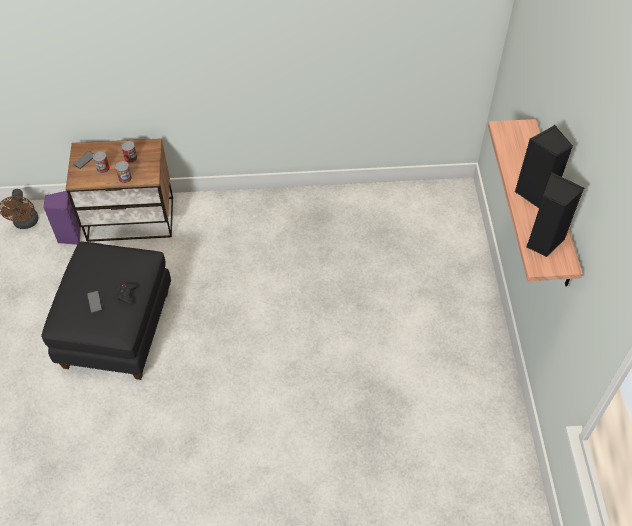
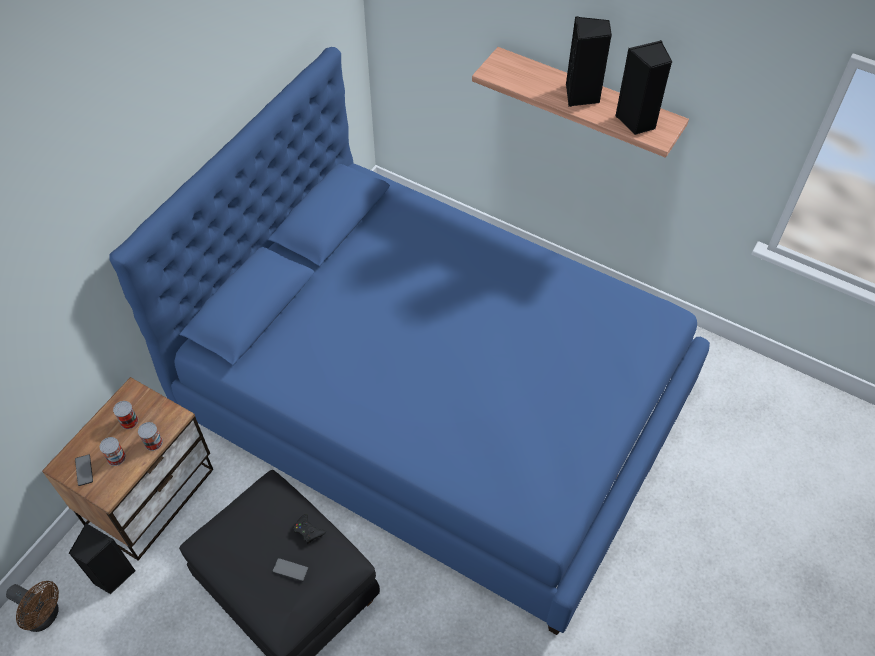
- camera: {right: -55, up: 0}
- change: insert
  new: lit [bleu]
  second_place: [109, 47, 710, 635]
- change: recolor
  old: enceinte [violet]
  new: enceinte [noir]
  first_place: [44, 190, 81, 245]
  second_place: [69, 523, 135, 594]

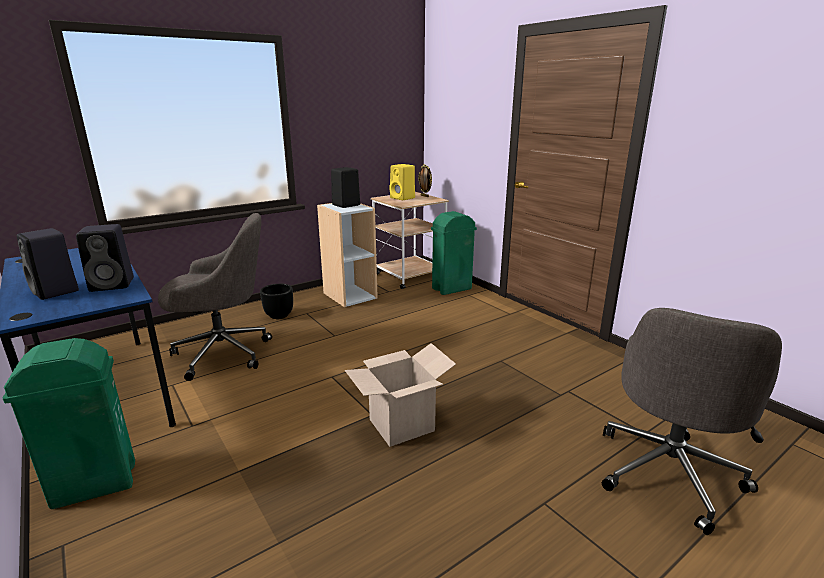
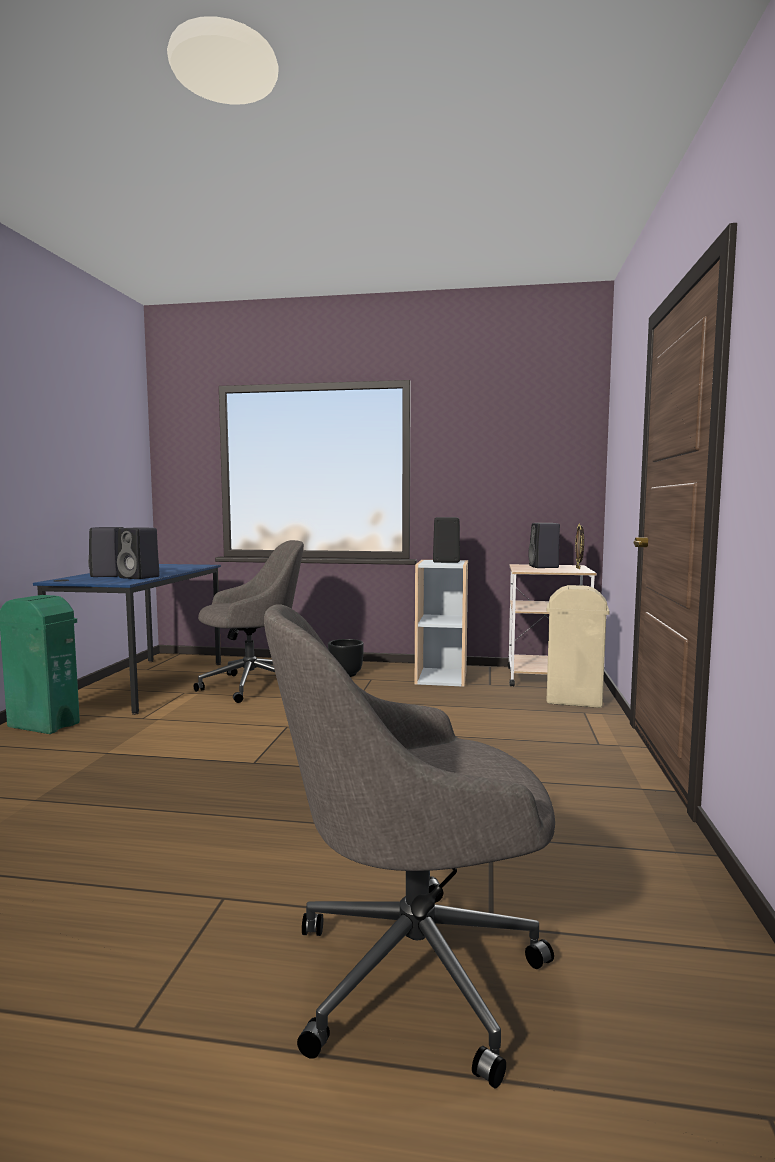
- camera: {right: 45, up: -15}
- change: delete
  old: carton
  first_place: [345, 343, 456, 447]
- change: recolor
  old: enceinte [jaune]
  new: enceinte [noir]
  first_place: [389, 164, 415, 200]
  second_place: [529, 523, 560, 568]
- change: recolor
  old: poubelle [vert]
  new: poubelle [beige]
  first_place: [431, 211, 477, 295]
  second_place: [546, 585, 610, 708]
- change: rotate
  old: chaise de bureau [gris]
  first_place: [158, 213, 272, 381]
  second_place: [194, 540, 304, 703]
  degrees: -60

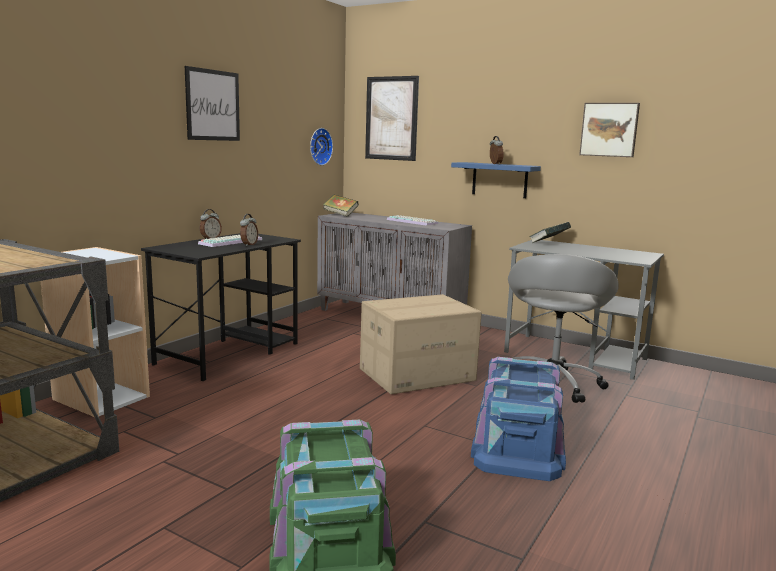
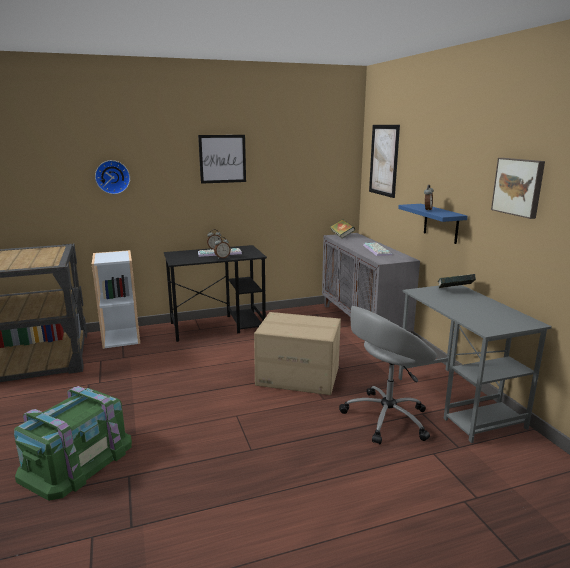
- camera: {right: 40, up: 5}
- change: delete
  old: boîte de rangement [bleu]
  first_place: [471, 357, 566, 481]
- change: move
  old: horloge murale
  first_place: [310, 128, 333, 165]
  second_place: [95, 160, 130, 194]

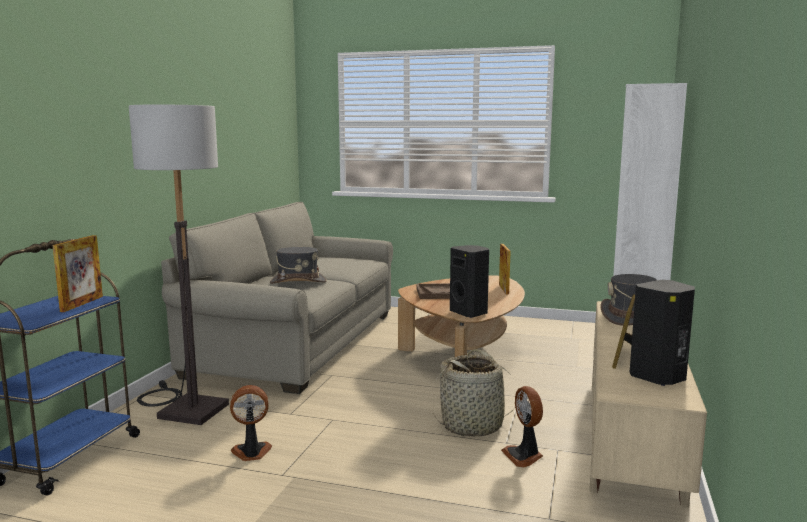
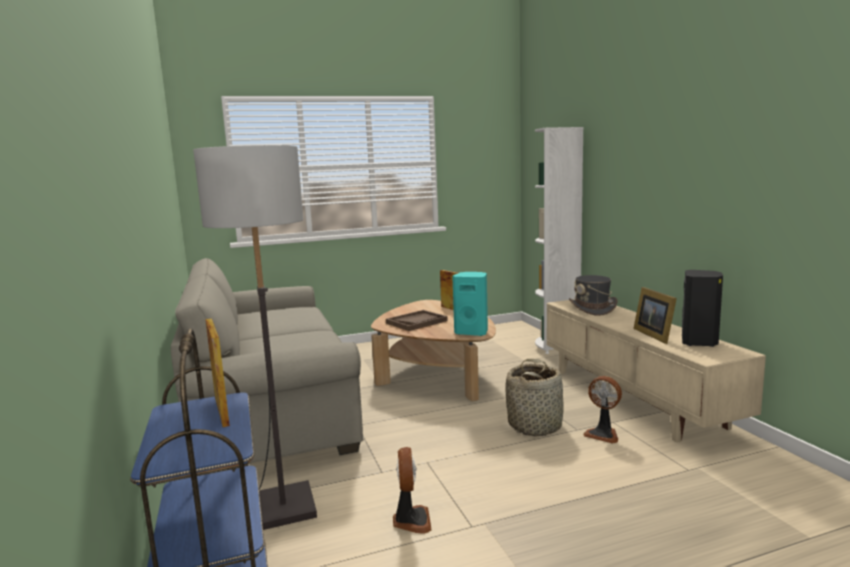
- camera: {right: -35, up: 0}
- change: delete
  old: chapeau [gris]
  first_place: [270, 247, 327, 284]
- change: recolor
  old: enceinte [noir]
  new: enceinte [turquoise]
  first_place: [450, 245, 489, 318]
  second_place: [452, 272, 488, 336]
- change: rotate
  old: ventilateur
  first_place: [230, 385, 272, 461]
  second_place: [393, 447, 432, 534]
  degrees: 135

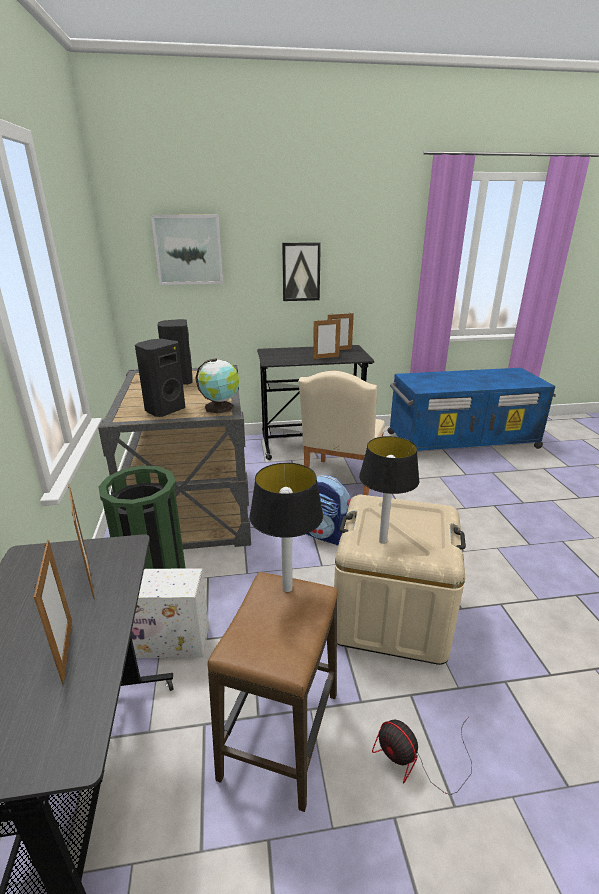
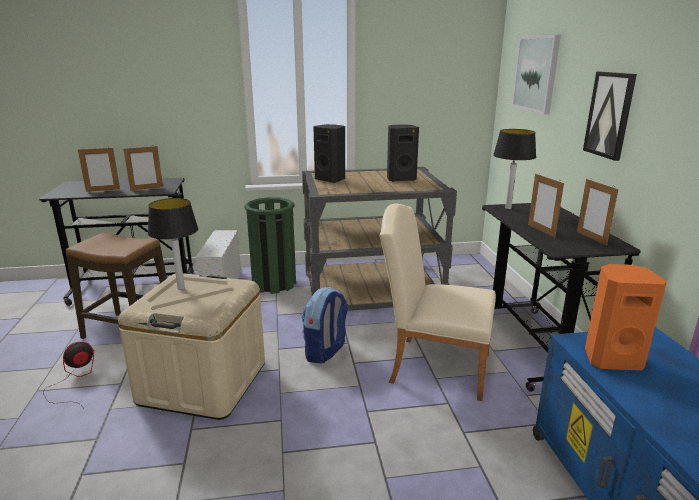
- camera: {right: 90, up: -5}
- change: delete
  old: globe
  first_place: [195, 358, 239, 413]
- change: insert
  new: enceinte [orange]
  second_place: [585, 264, 667, 371]
- change: move
  old: lampe de table
  first_place: [249, 463, 323, 592]
  second_place: [493, 129, 536, 209]

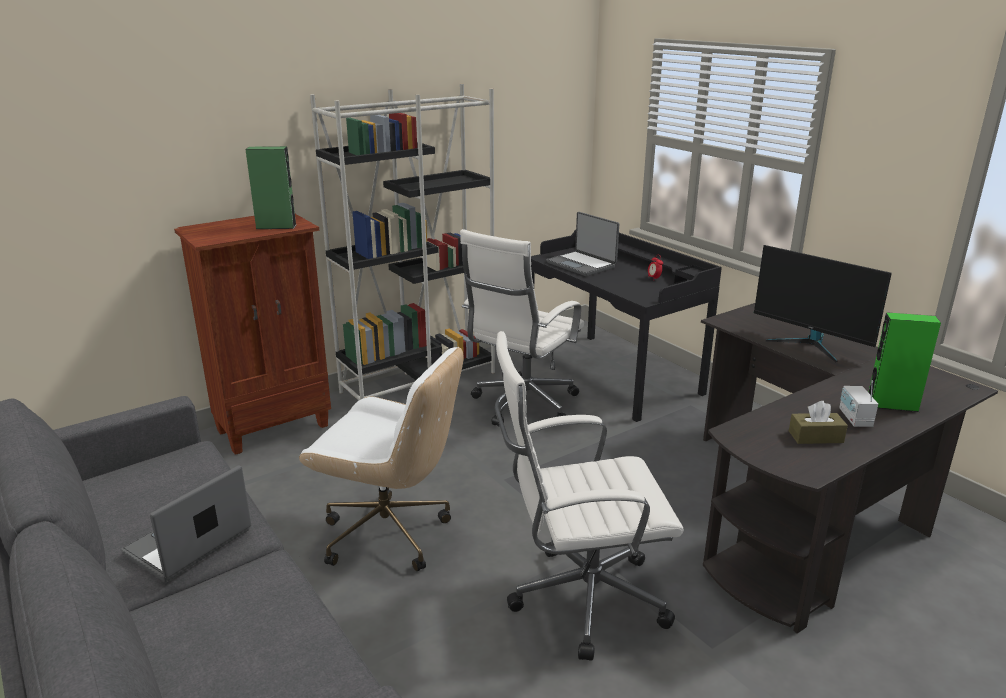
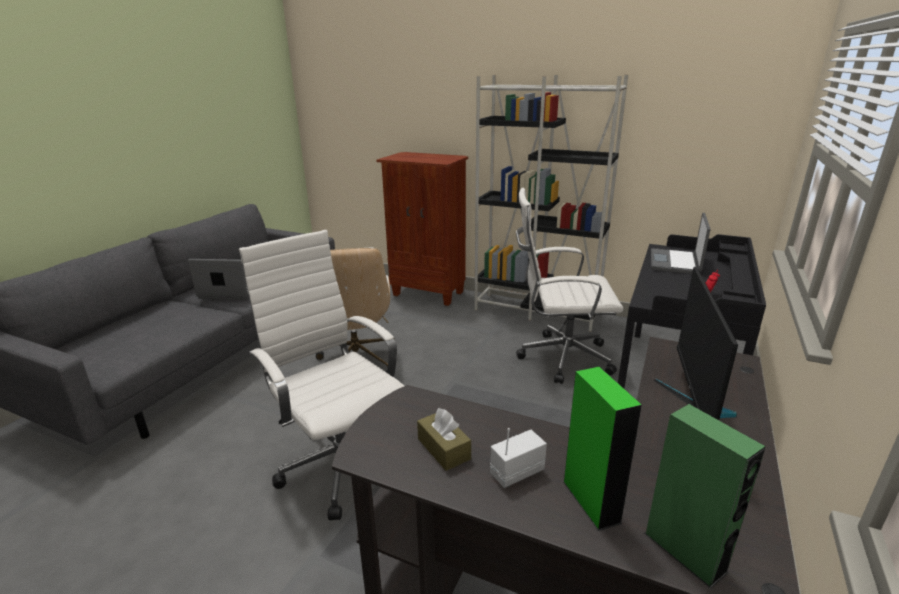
- camera: {right: 60, up: 0}
- change: move
  old: enceinte [vert]
  first_place: [245, 146, 296, 229]
  second_place: [644, 404, 765, 588]

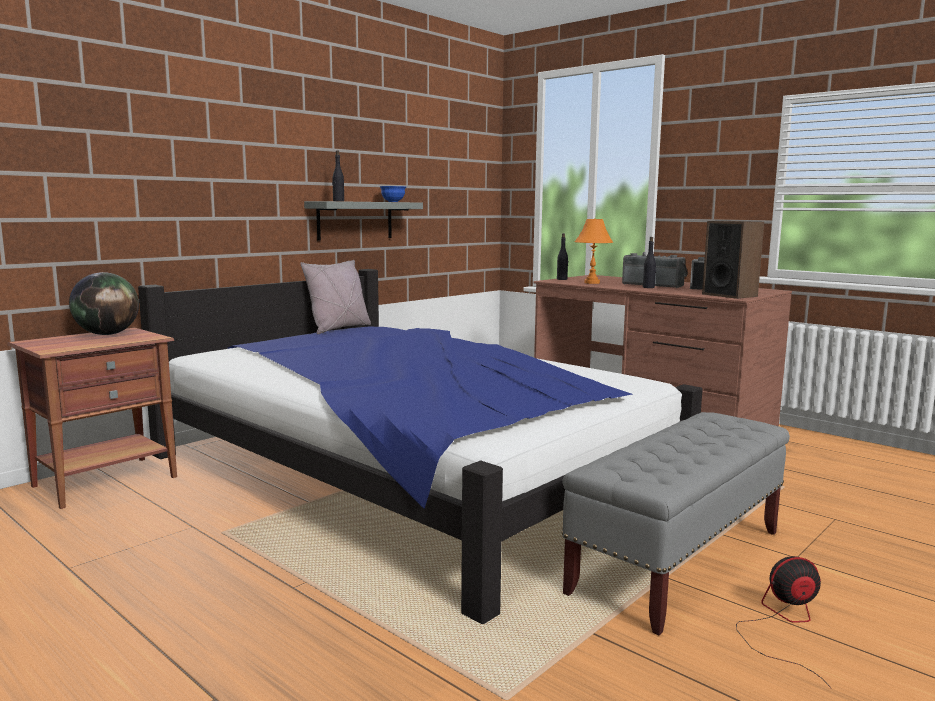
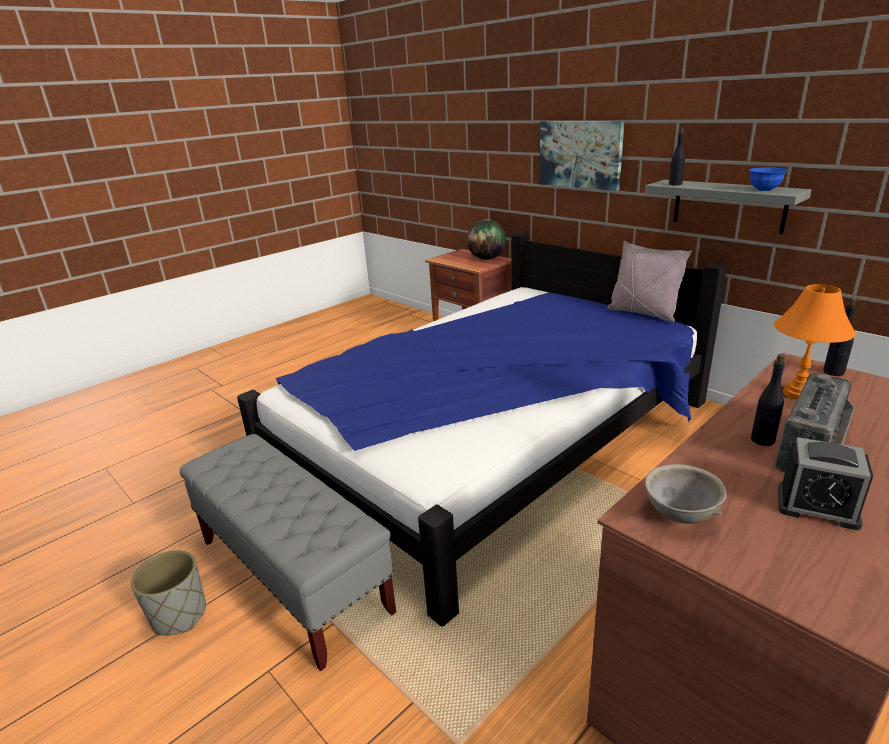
- camera: {right: 95, up: 15}
- change: insert
  new: tableau
  second_place: [539, 121, 624, 191]
- change: replace
  old: enceinte
  new: bol [gris]
  first_place: [702, 221, 764, 299]
  second_place: [645, 464, 726, 524]
- change: replace
  old: ventilateur
  new: cache-pot [gris]
  first_place: [736, 556, 831, 688]
  second_place: [131, 550, 206, 636]

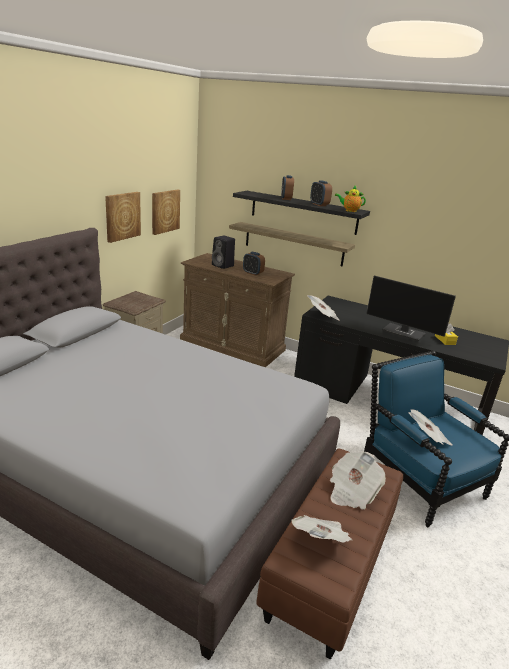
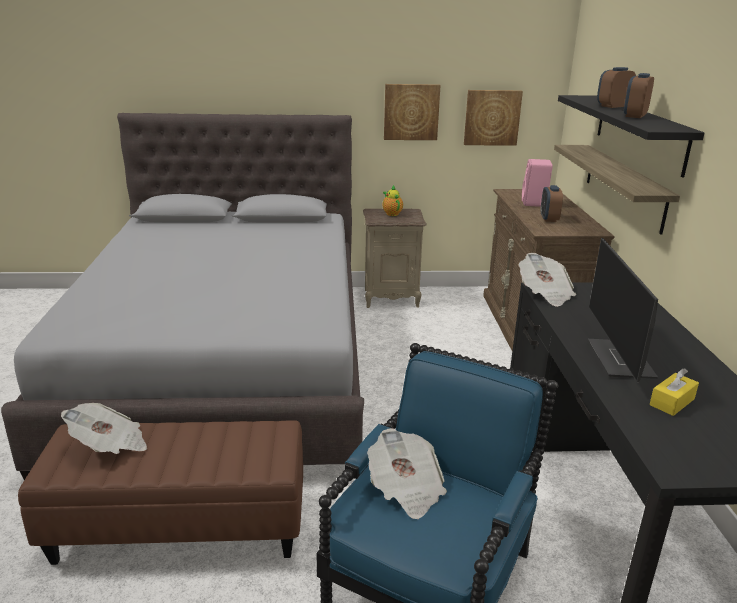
- camera: {right: 60, up: 0}
- change: delete
  old: journal
  first_place: [330, 452, 386, 509]
- change: move
  old: théière
  first_place: [335, 186, 366, 212]
  second_place: [382, 185, 403, 216]
- change: recolor
  old: enceinte [noir]
  new: enceinte [rose]
  first_place: [212, 236, 235, 269]
  second_place: [522, 159, 553, 207]

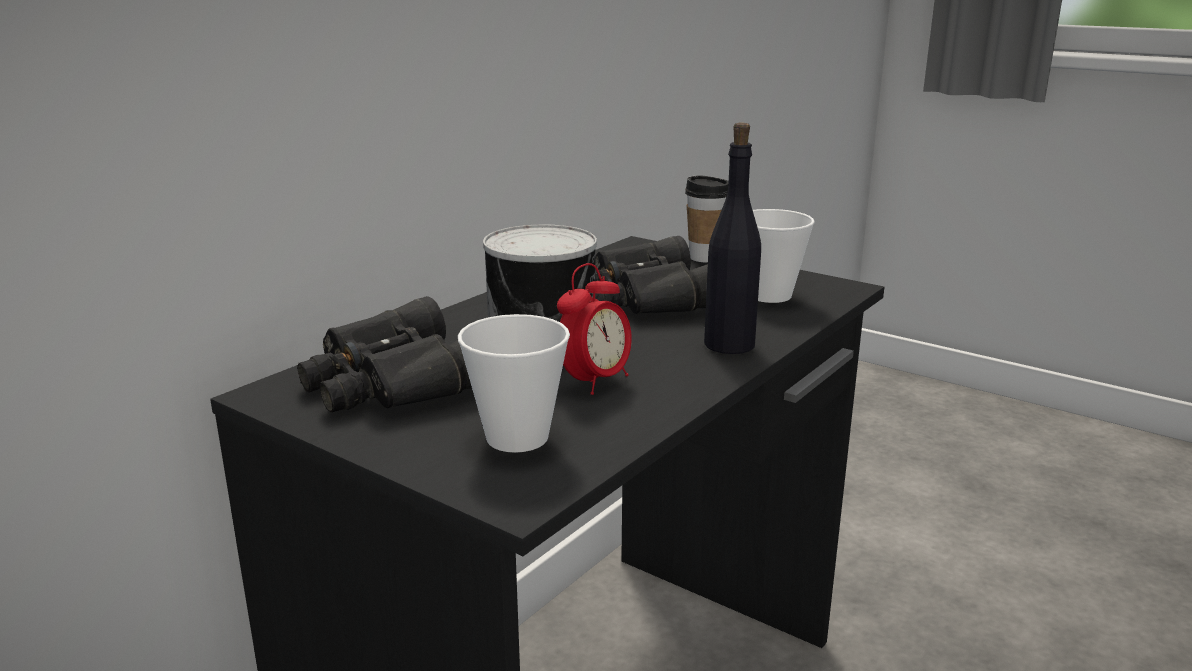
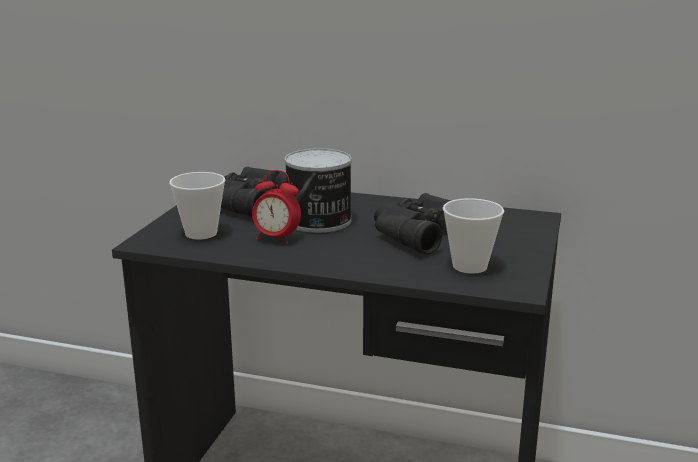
- camera: {right: 70, up: 0}
- change: delete
  old: tasse
  first_place: [685, 175, 729, 263]
- change: delete
  old: bouteille [noir]
  first_place: [704, 122, 761, 354]

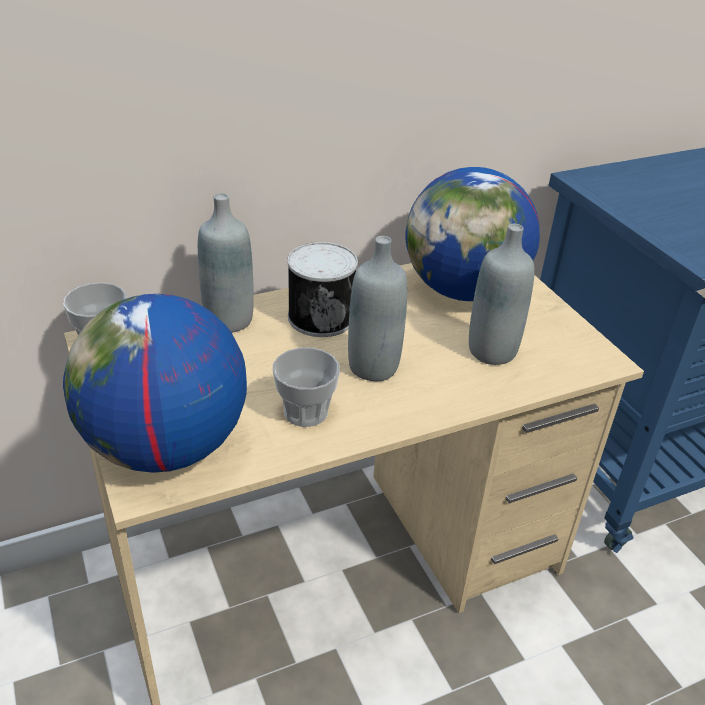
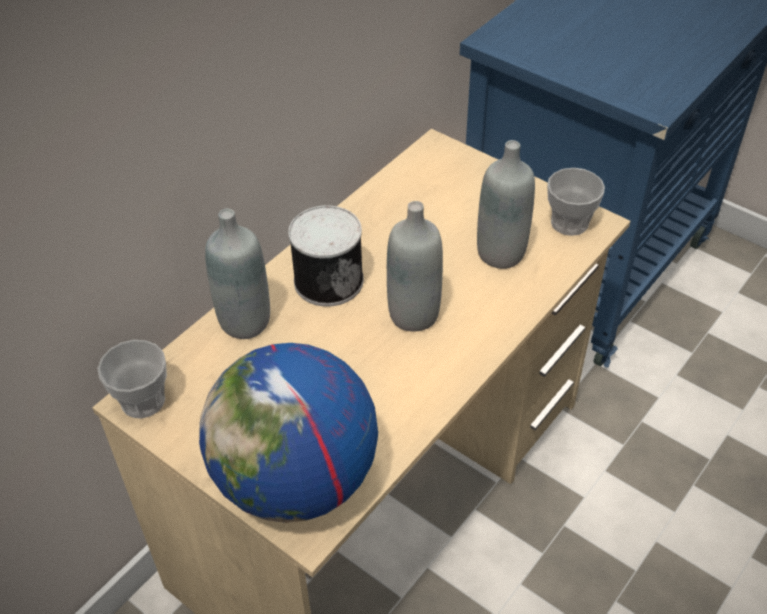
- camera: {right: -25, up: 10}
- change: delete
  old: globe
  first_place: [405, 167, 540, 301]
- change: move
  old: tasse
  first_place: [273, 347, 340, 427]
  second_place: [547, 168, 605, 236]

